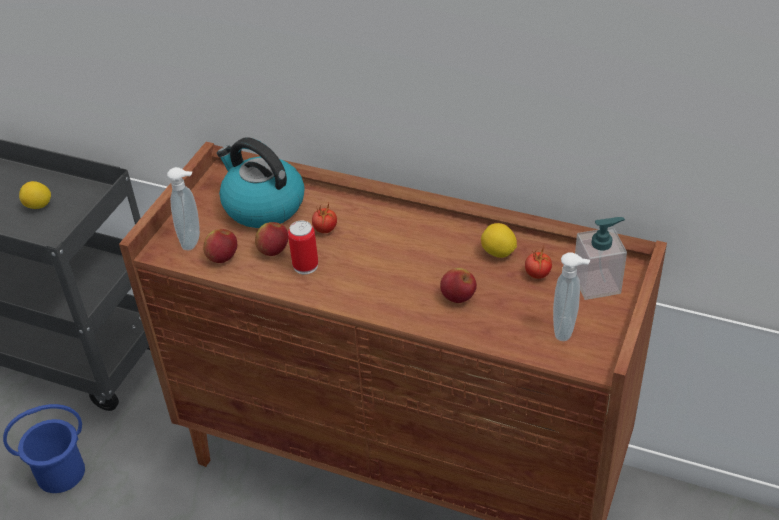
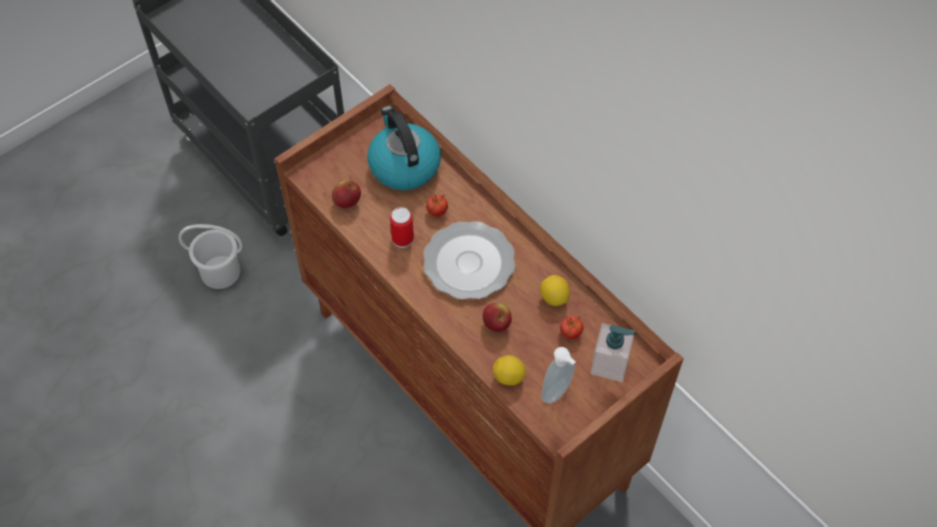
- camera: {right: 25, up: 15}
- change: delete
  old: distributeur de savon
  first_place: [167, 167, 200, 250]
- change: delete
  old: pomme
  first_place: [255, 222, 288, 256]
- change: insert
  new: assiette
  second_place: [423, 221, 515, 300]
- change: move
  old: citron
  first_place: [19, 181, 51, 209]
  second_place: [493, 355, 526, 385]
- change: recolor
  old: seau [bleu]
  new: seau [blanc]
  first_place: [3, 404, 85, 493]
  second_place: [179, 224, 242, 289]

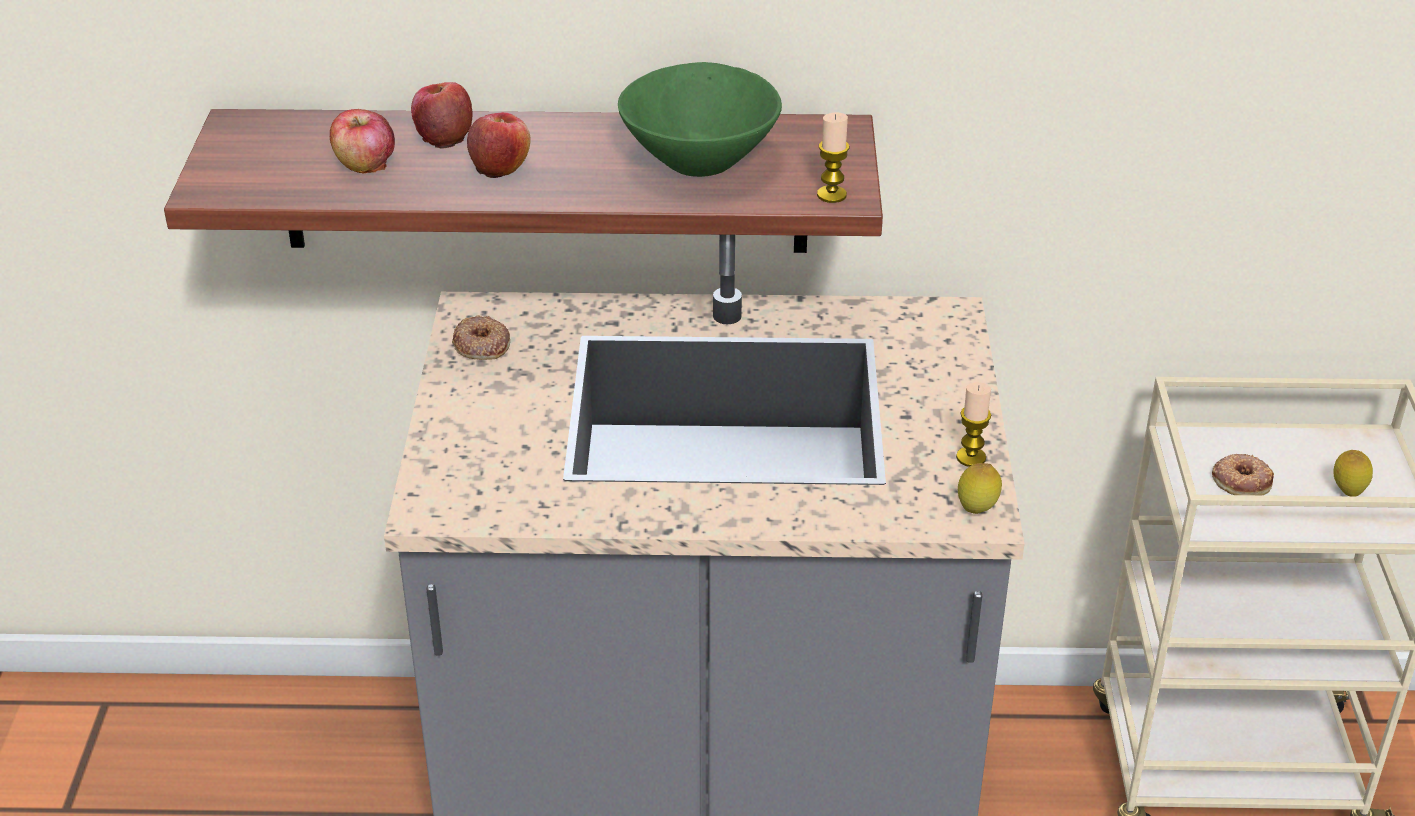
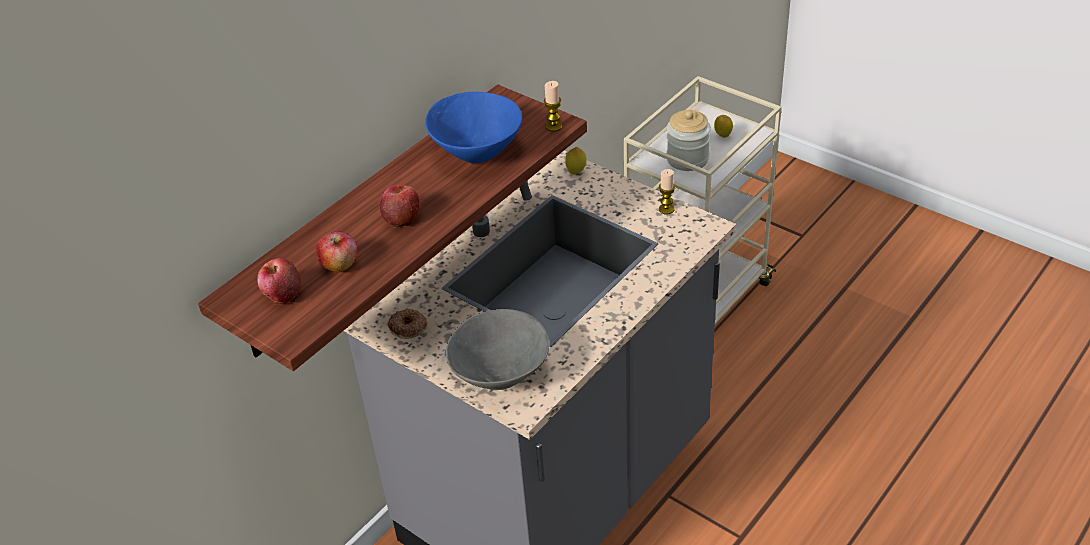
- camera: {right: -50, up: 5}
- change: insert
  new: bol [gris]
  second_place: [445, 309, 550, 390]
- change: move
  old: pomme
  first_place: [411, 82, 473, 149]
  second_place: [257, 258, 301, 305]
- change: move
  old: citron
  first_place: [958, 463, 1002, 514]
  second_place: [565, 147, 587, 175]
- change: replace
  old: beignet
  new: bocal
  first_place: [1212, 454, 1274, 495]
  second_place: [666, 110, 711, 171]
- change: recolor
  old: bol [vert]
  new: bol [bleu]
  first_place: [618, 62, 782, 177]
  second_place: [425, 92, 522, 163]

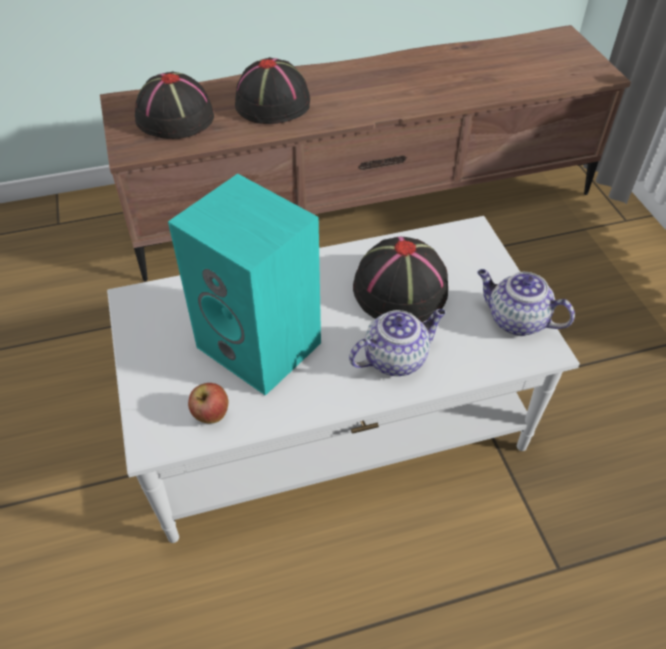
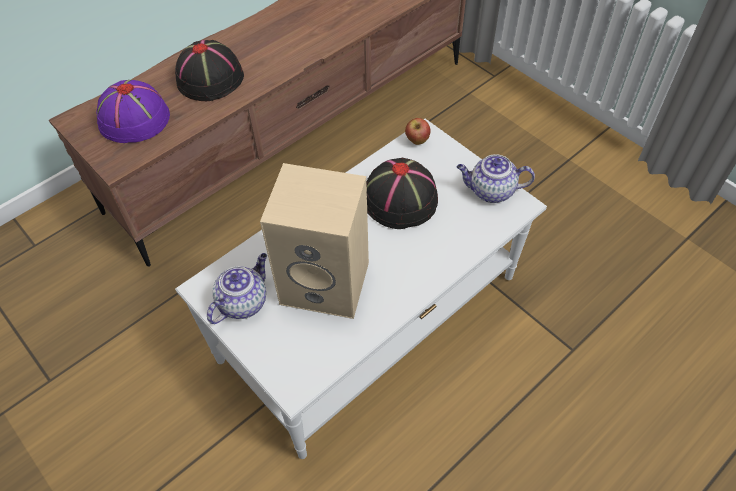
- camera: {right: -25, up: 5}
- change: move
  old: pomme
  first_place: [188, 383, 228, 423]
  second_place: [405, 118, 430, 145]
- change: move
  old: théière
  first_place: [349, 309, 446, 376]
  second_place: [207, 253, 267, 324]
- change: recolor
  old: chapeau [noir]
  new: chapeau [violet]
  first_place: [135, 71, 214, 139]
  second_place: [96, 80, 170, 143]
- change: recolor
  old: enceinte [turquoise]
  new: enceinte [beige]
  first_place: [168, 174, 321, 396]
  second_place: [260, 163, 369, 319]

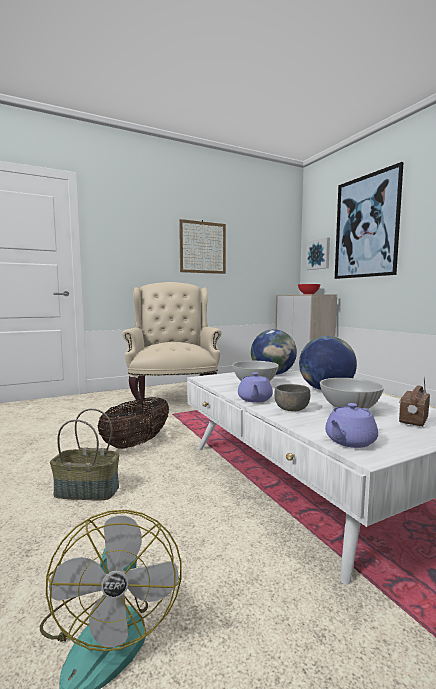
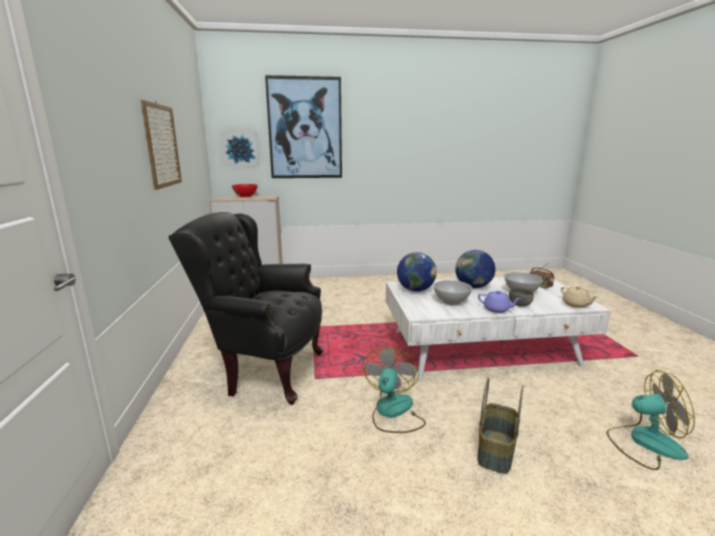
- camera: {right: -70, up: 10}
- change: replace
  old: panier
  new: ventilateur
  first_place: [98, 397, 169, 449]
  second_place: [363, 347, 426, 433]
- change: recolor
  old: fauteuil [beige]
  new: fauteuil [noir]
  first_place: [122, 282, 222, 414]
  second_place: [168, 212, 324, 405]
- change: recolor
  old: théière [violet]
  new: théière [beige]
  first_place: [325, 403, 378, 448]
  second_place: [561, 286, 598, 308]

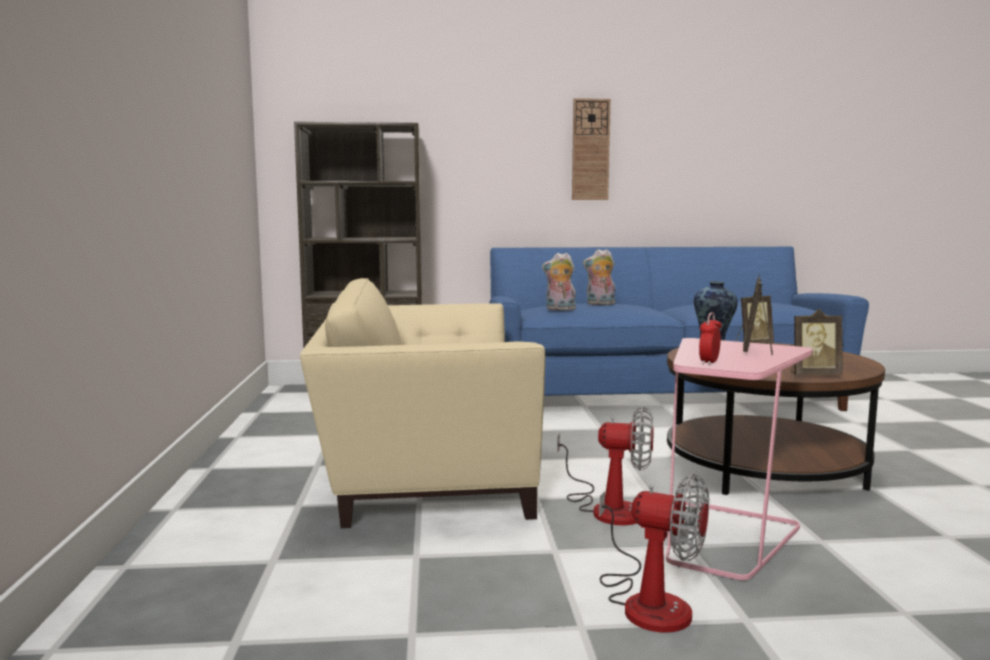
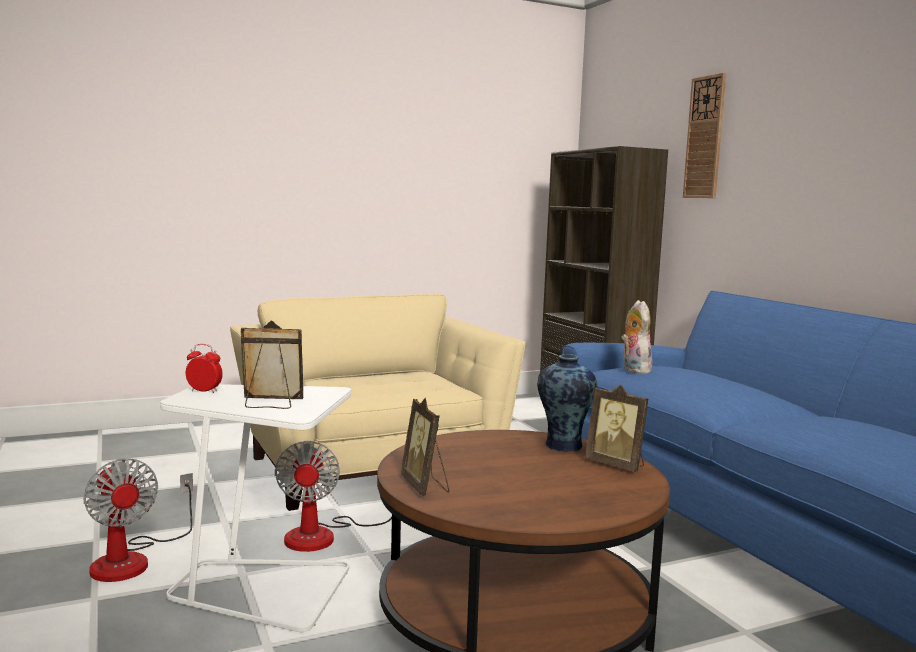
- camera: {right: 70, up: 0}
- change: delete
  old: peluche
  first_place: [583, 249, 615, 305]
- change: move
  old: horloge murale
  first_place: [572, 98, 611, 200]
  second_place: [683, 73, 726, 198]
- change: recolor
  old: table d'appoint [rose]
  new: table d'appoint [blanc]
  first_place: [666, 338, 813, 580]
  second_place: [160, 384, 351, 632]
- change: rotate
  old: ventilateur
  first_place: [599, 474, 709, 633]
  second_place: [83, 458, 193, 582]
  degrees: -45

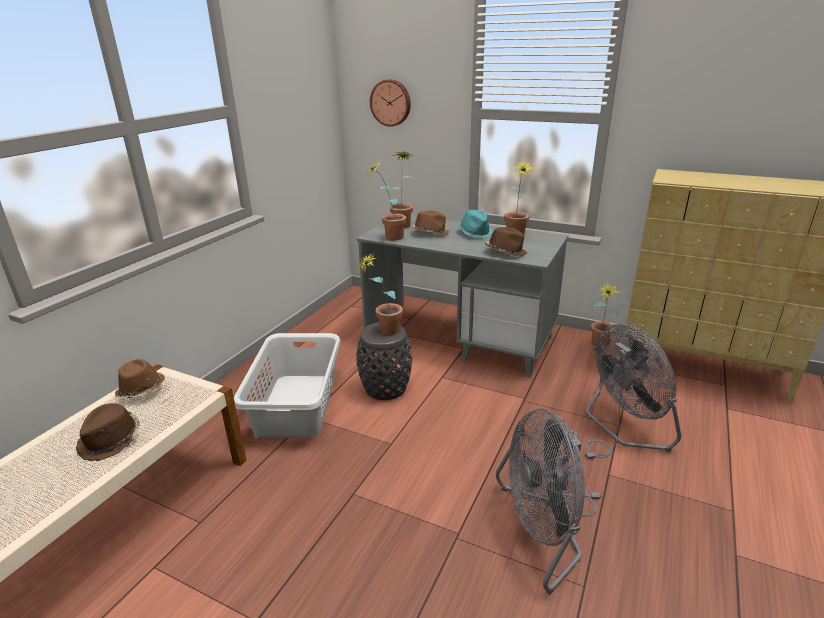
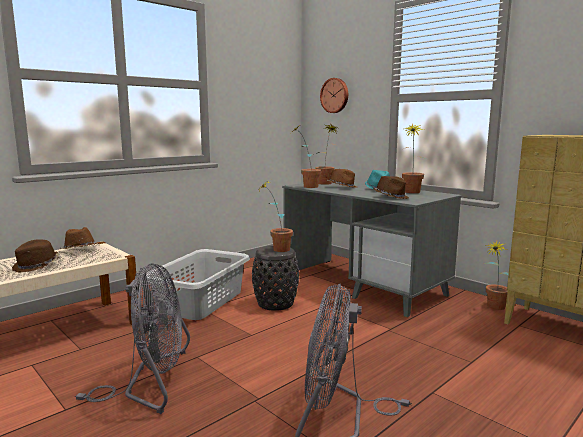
- camera: {right: 20, up: -15}
- change: move
  old: ventilateur [gris]
  first_place: [584, 324, 681, 459]
  second_place: [76, 263, 190, 414]

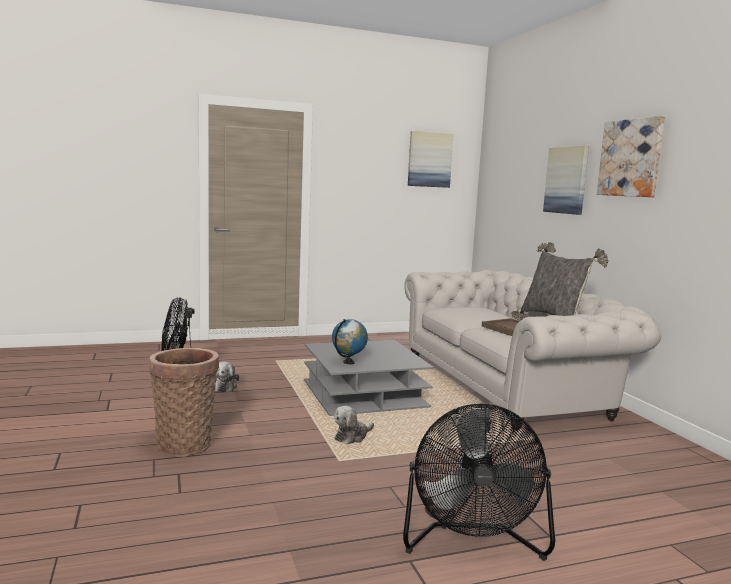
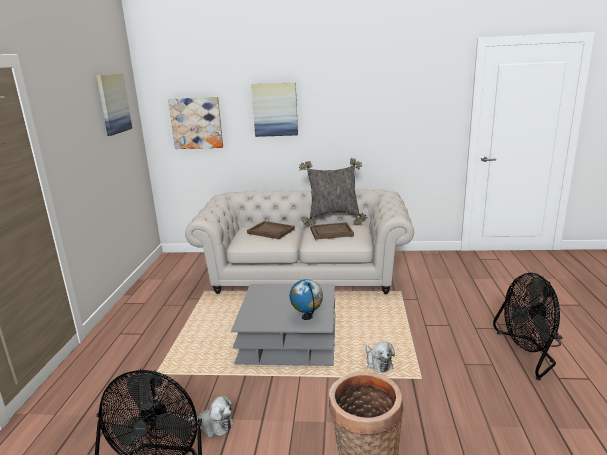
- camera: {right: -65, up: 10}
- change: insert
  new: plateau [marron]
  second_place: [247, 221, 295, 239]
- change: move
  old: tableau
  first_place: [597, 116, 665, 197]
  second_place: [168, 97, 223, 149]
- change: rotate
  old: ventilateur [noir]
  first_place: [403, 404, 555, 561]
  second_place: [493, 273, 564, 381]
  degrees: 150

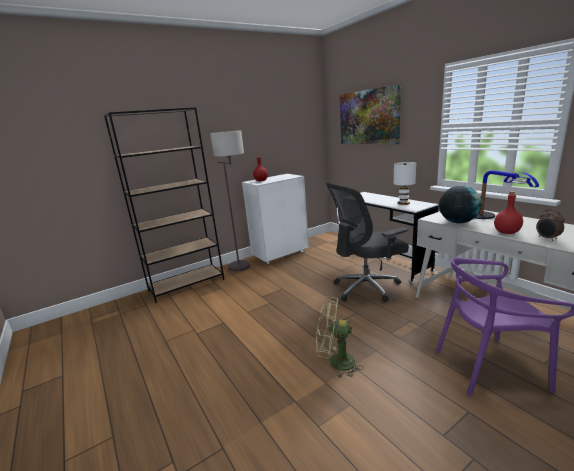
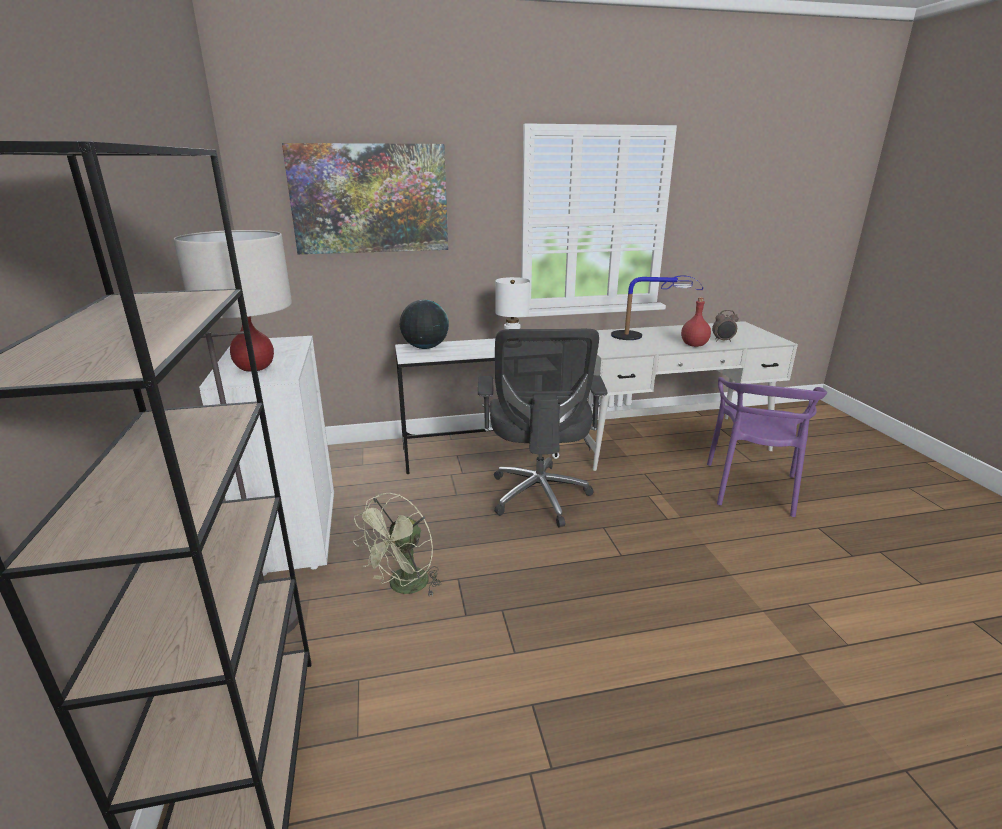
- camera: {right: -70, up: 5}
- change: move
  old: ventilateur [vert]
  first_place: [316, 296, 364, 378]
  second_place: [353, 493, 441, 596]
- change: move
  old: globe
  first_place: [439, 185, 482, 223]
  second_place: [400, 300, 449, 349]

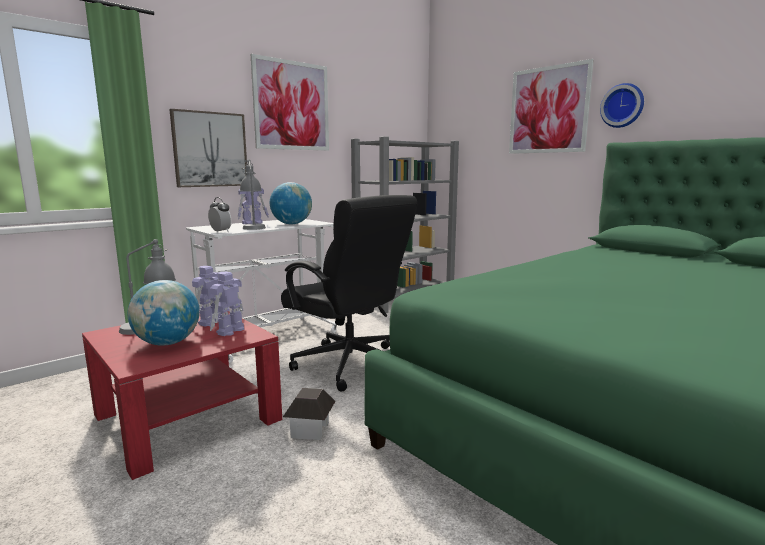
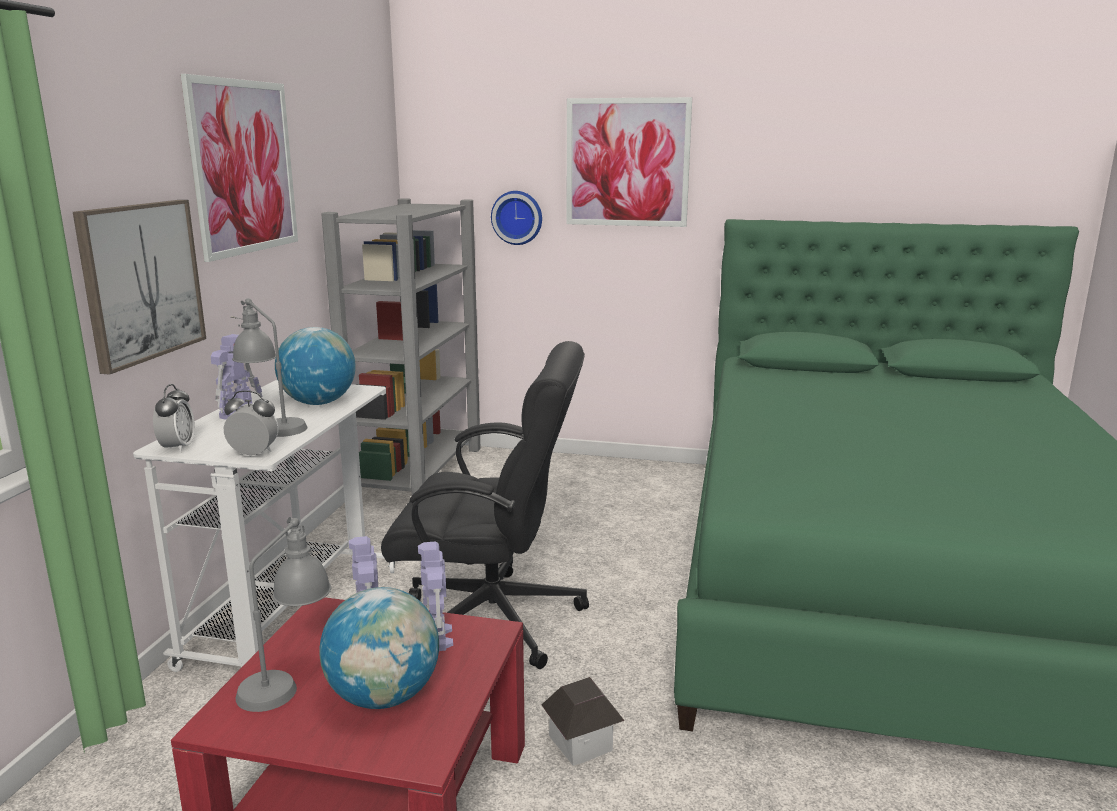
- camera: {right: -35, up: 5}
- change: insert
  new: réveil
  second_place: [153, 384, 195, 453]
- change: move
  old: horloge murale
  first_place: [600, 83, 644, 128]
  second_place: [491, 191, 542, 245]

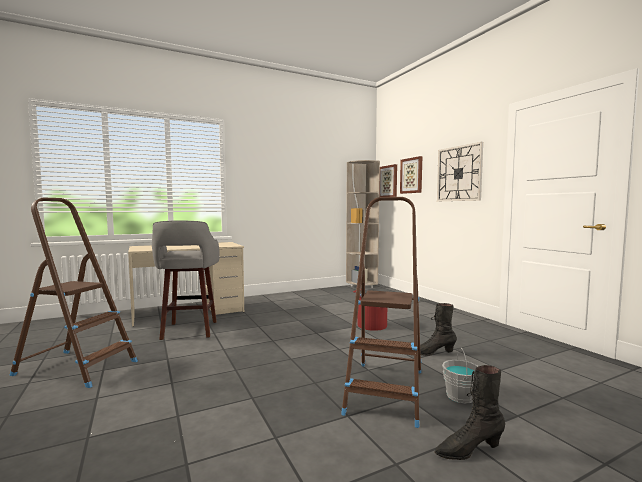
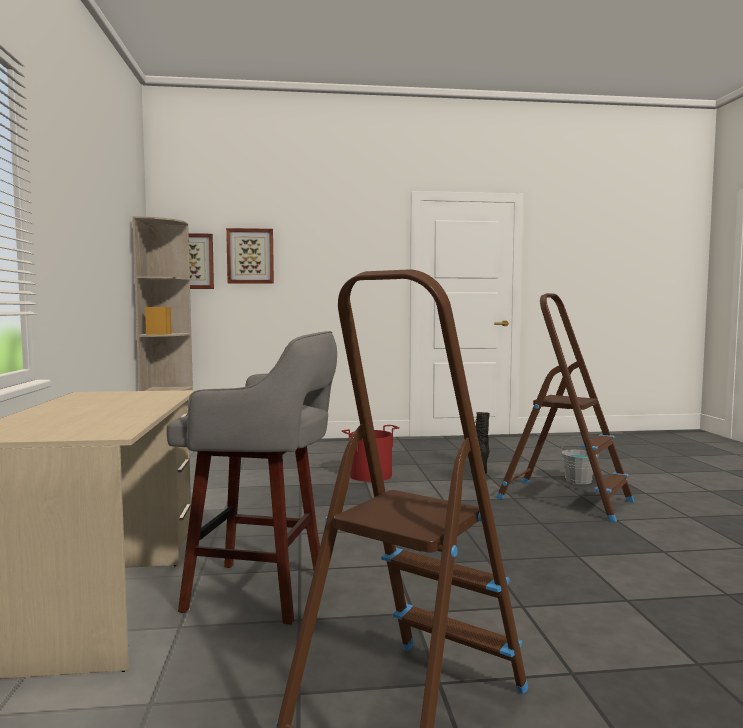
- camera: {right: -70, up: 0}
- change: delete
  old: botte [noir]
  first_place: [434, 365, 505, 460]
- change: delete
  old: horloge murale
  first_place: [437, 142, 483, 201]

